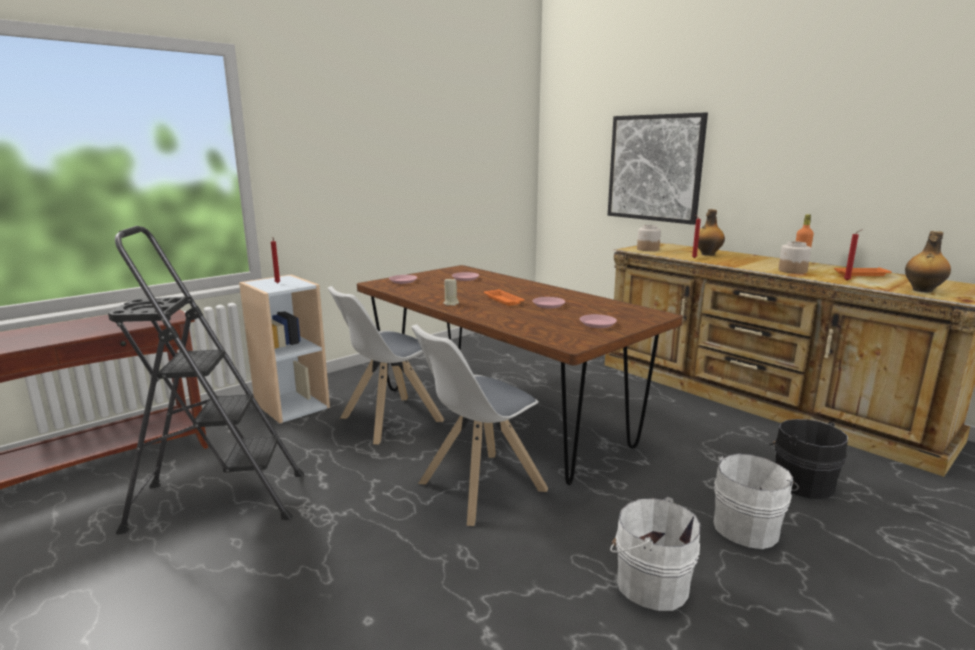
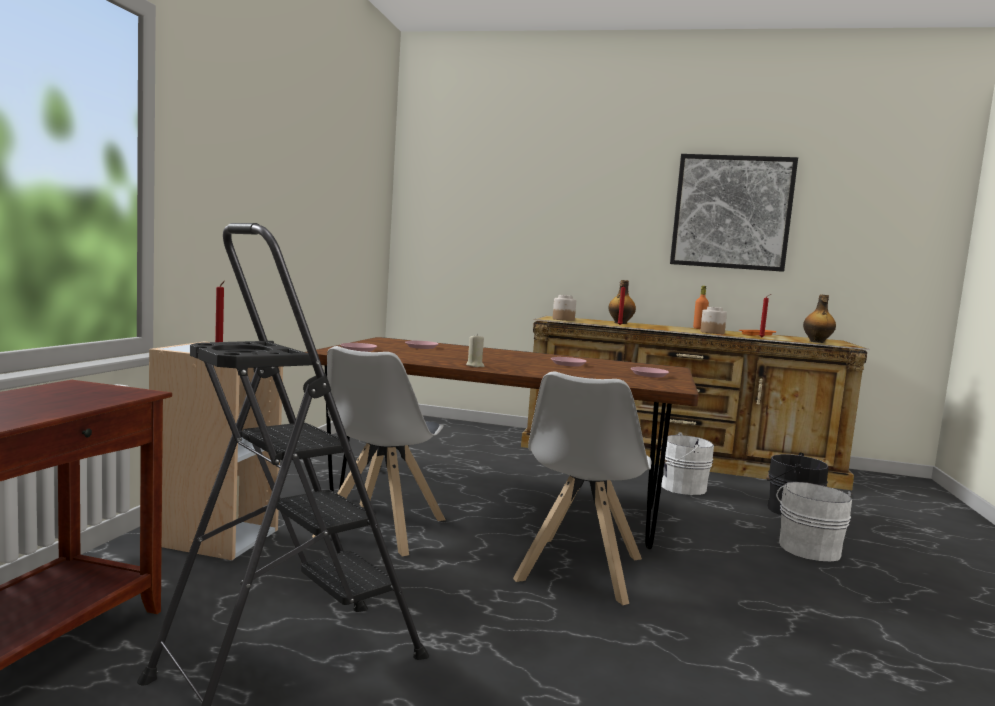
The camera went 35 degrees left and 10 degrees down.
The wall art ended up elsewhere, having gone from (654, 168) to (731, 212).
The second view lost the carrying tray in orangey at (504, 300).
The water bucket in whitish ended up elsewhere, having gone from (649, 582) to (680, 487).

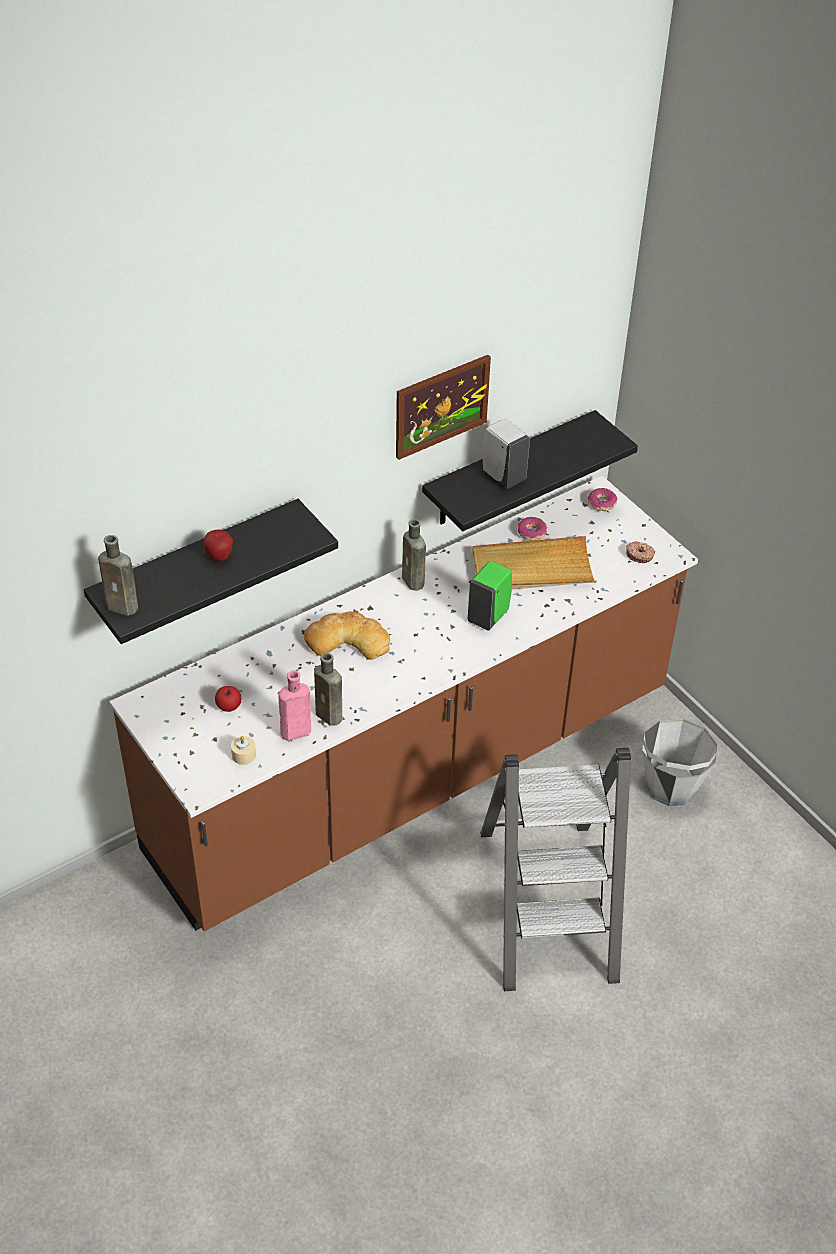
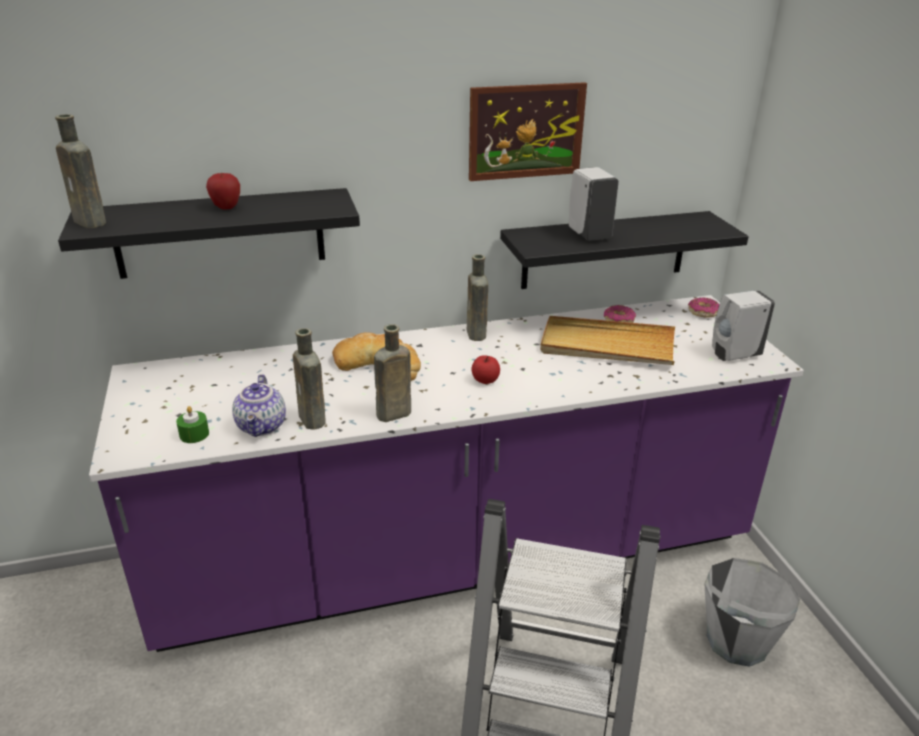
The camera went 20 degrees right and 15 degrees down.
What was the kitchen counter in brown-coloured at (413, 774) turned into the kitchen counter in purplish at (457, 558).
Where the ring doughnut stood at (639, 555), the liquid soap bottle in whitish came to stand at (733, 355).
The second view lost the liquid soap bottle in greenish at (489, 616).
Where the drink bottle in pink stood at (293, 733), the pot for tea came to stand at (262, 426).
The apple ended up elsewhere, having gone from (228, 706) to (485, 380).
What was the wax light in sand-coloured at (243, 755) turned into the wax light in greenish at (194, 434).
The second view gained the drink bottle in brown-coloured at (391, 415).

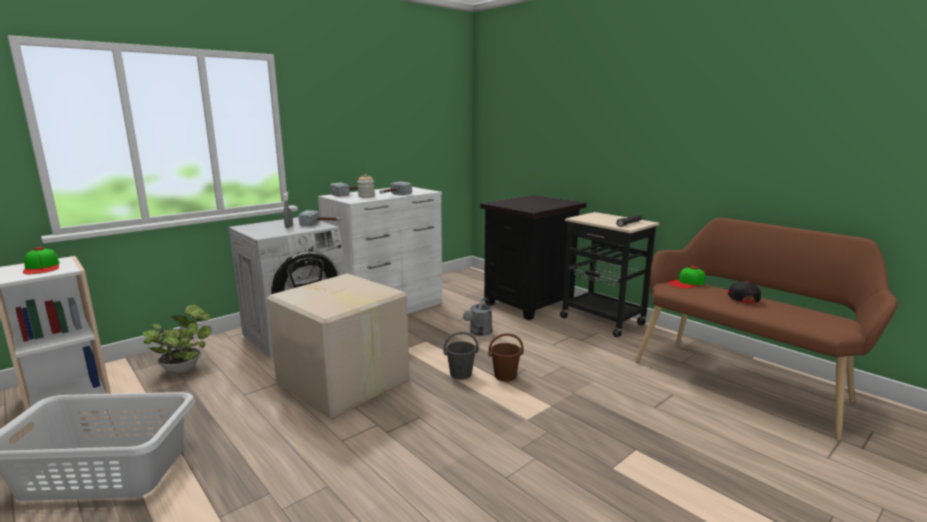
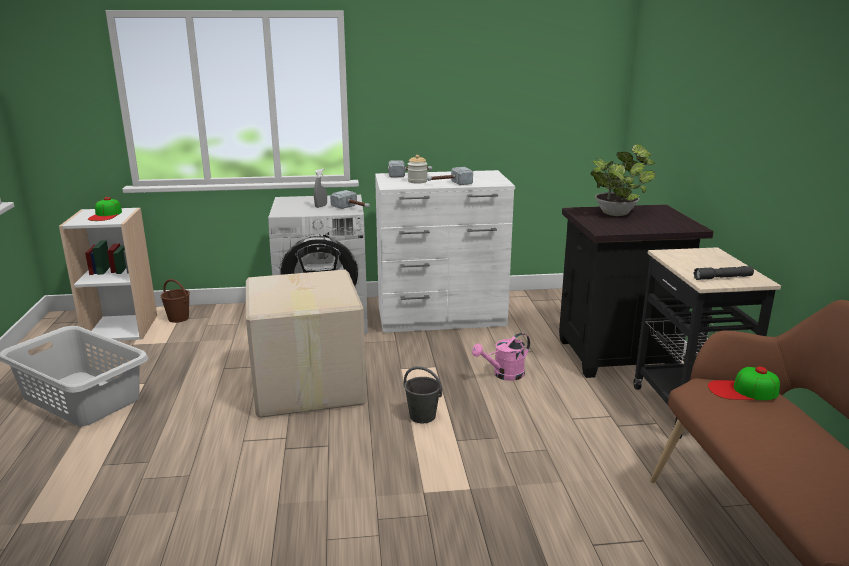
The camera went 35 degrees right and 5 degrees up.
The second view lost the cap in blackish at (741, 297).
What was the watering can in gray at (479, 332) turned into the watering can in pink at (504, 375).
The potted plant ended up elsewhere, having gone from (184, 368) to (617, 213).
The water bucket in brown-coloured ended up elsewhere, having gone from (505, 376) to (178, 318).

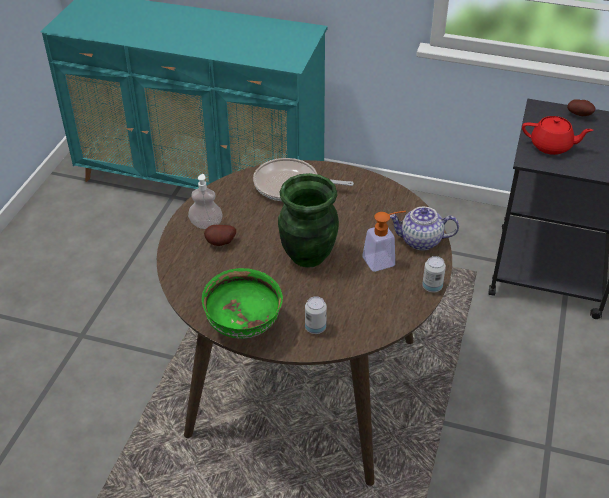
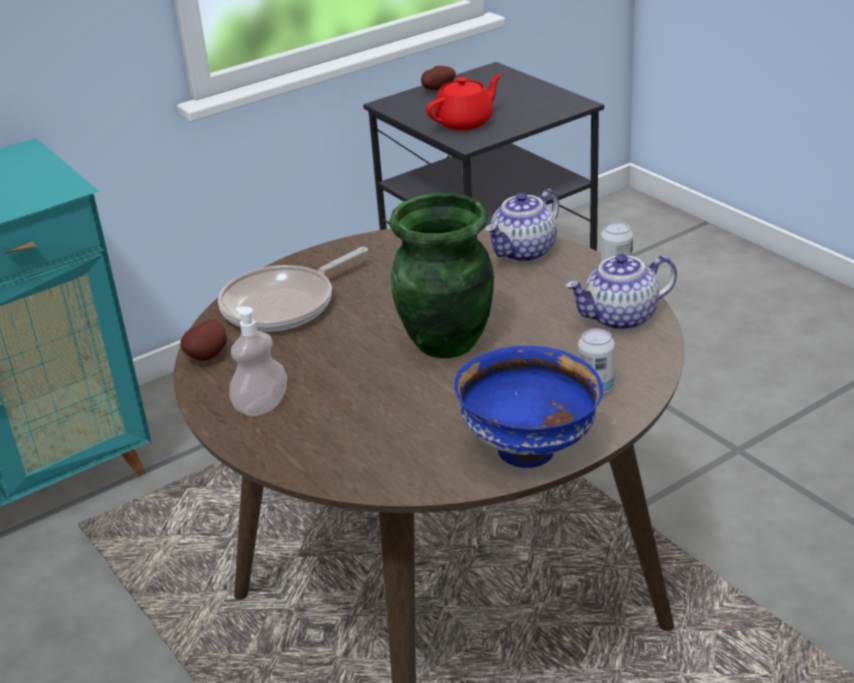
The camera went 50 degrees left and 10 degrees down.
The second view lost the liquid soap bottle at (384, 260).
The whole potato ended up elsewhere, having gone from (221, 243) to (210, 356).
What was the serving bowl in greenish at (244, 328) turned into the serving bowl in bluish at (529, 450).
The second view gained the pot for tea at (620, 318).

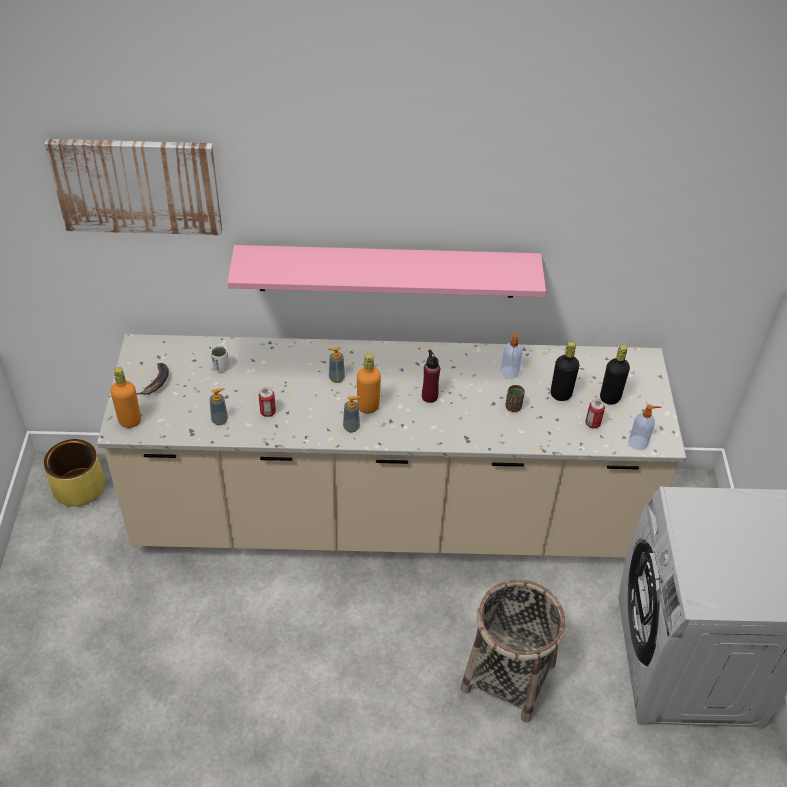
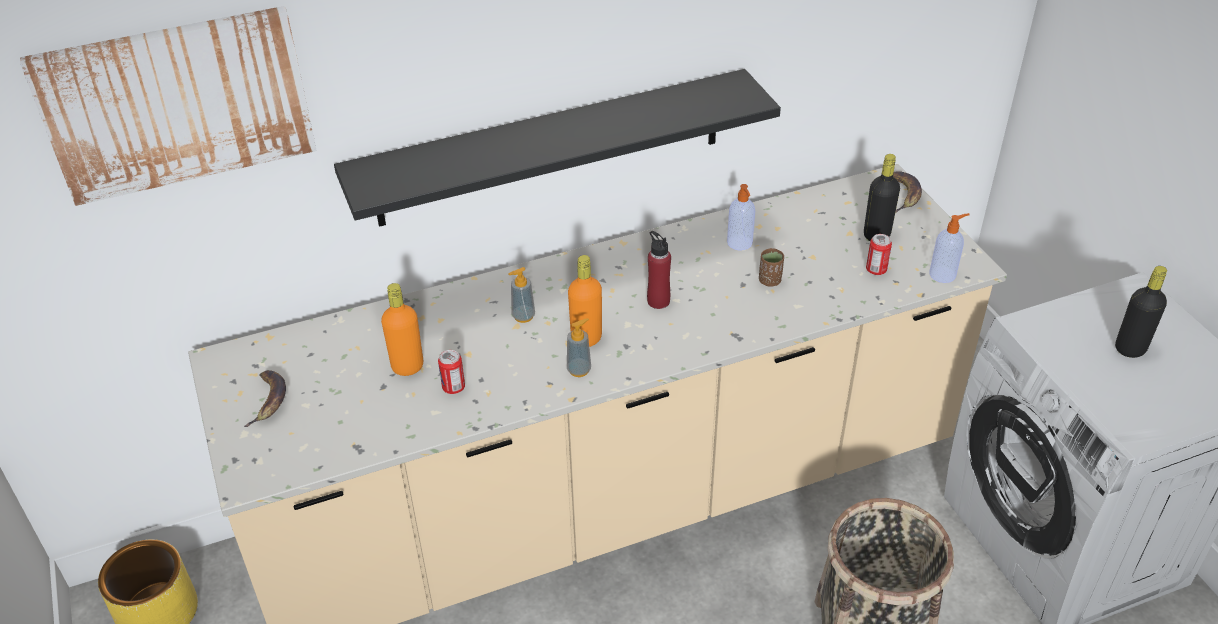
The camera went 20 degrees left and 5 degrees down.
What was the shelf in pink at (387, 271) turned into the shelf in blackish at (551, 148).
The drink bottle in blackish ended up elsewhere, having gone from (560, 394) to (1130, 349).
The second view lost the drinking cup in whitish at (221, 367).
The drink bottle in orangey ended up elsewhere, having gone from (130, 421) to (407, 366).
The second view lost the liquid soap bottle at (219, 420).
The second view gained the banana at (903, 194).

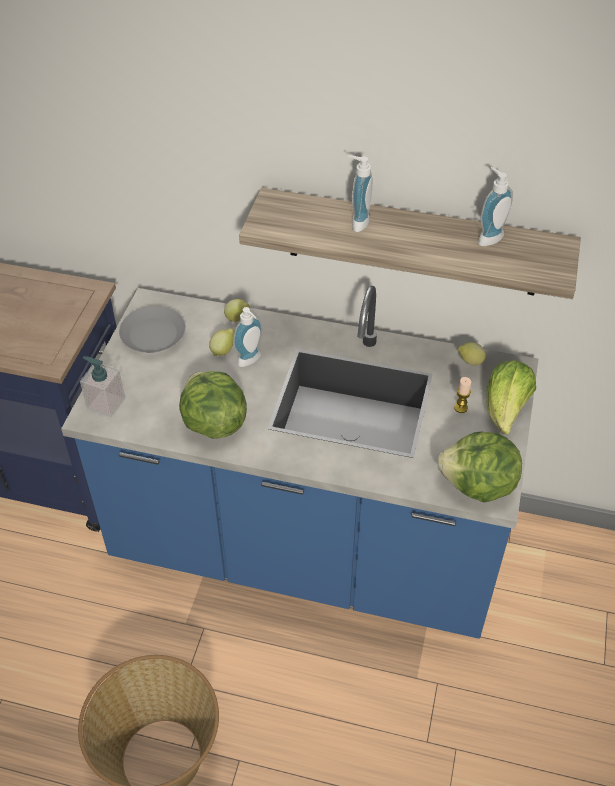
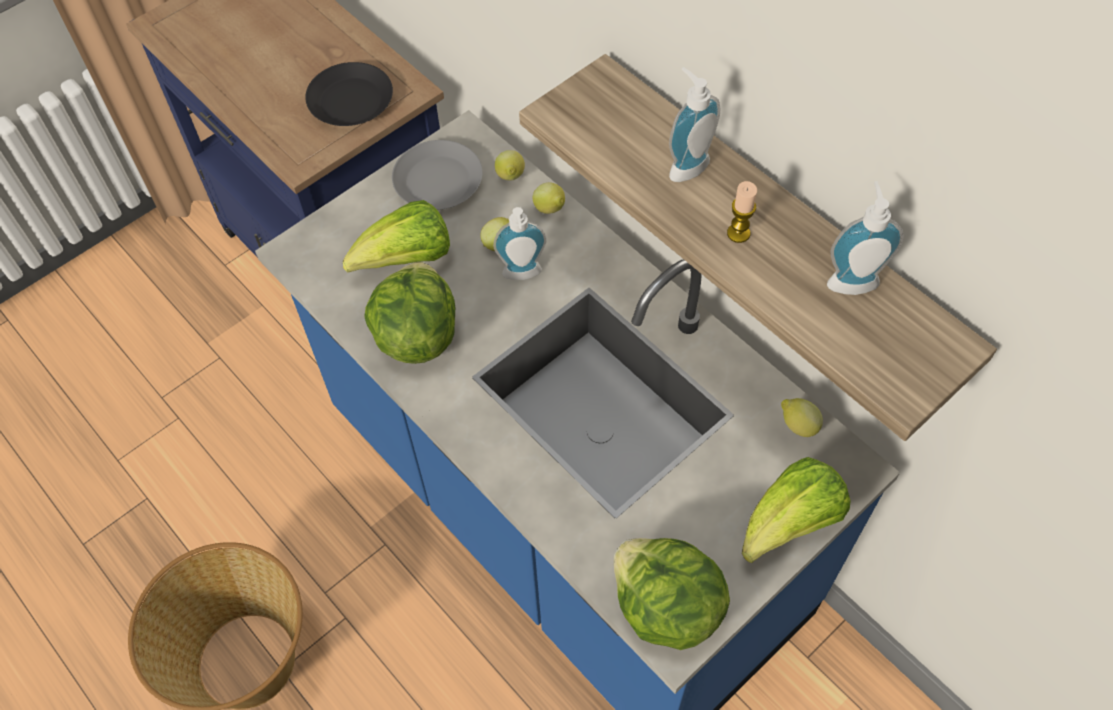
The camera went 35 degrees right and 10 degrees up.
The second view lost the liquid soap bottle at (106, 403).
The wax light ended up elsewhere, having gone from (460, 407) to (738, 233).
The second view gained the flat dish in blackish at (350, 102).
The second view gained the whole lemon at (510, 177).
The second view gained the lettuce head at (407, 260).

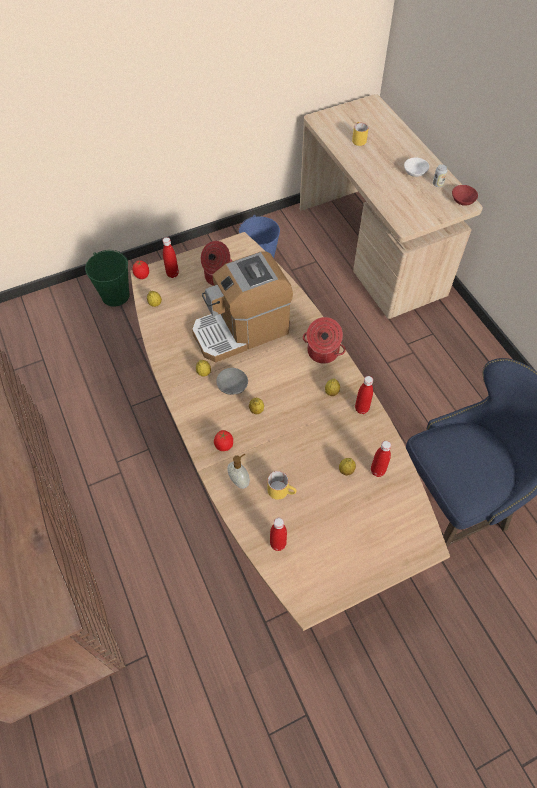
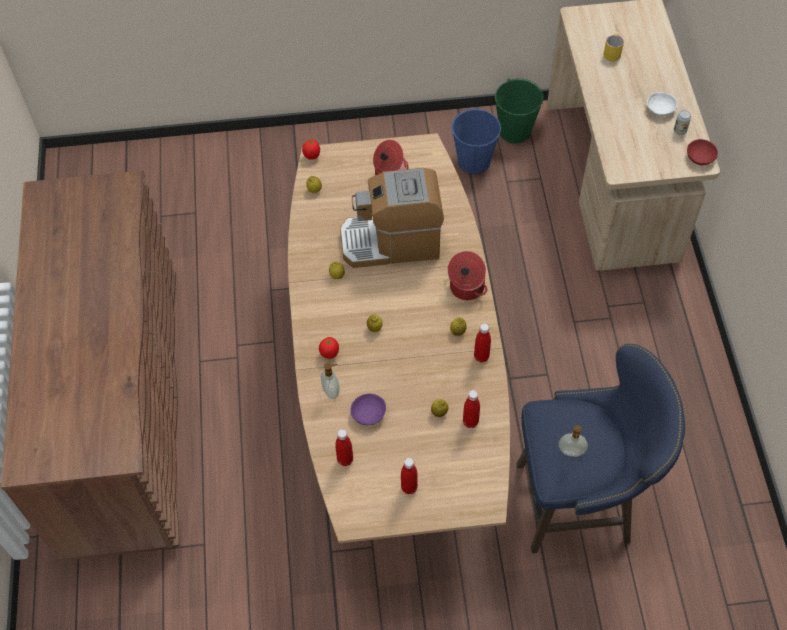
The camera went 20 degrees right and 0 degrees up.
The drink bottle in red-coloured ended up elsewhere, having gone from (172, 274) to (409, 487).
The water bucket in greenish ended up elsewhere, having gone from (115, 295) to (514, 131).
The second view lost the serving bowl in gray at (233, 385).
Where the coffee mug in yellow stood at (282, 491), the serving bowl in purplish came to stand at (368, 412).
The second view gained the liquid soap bottle at (571, 452).

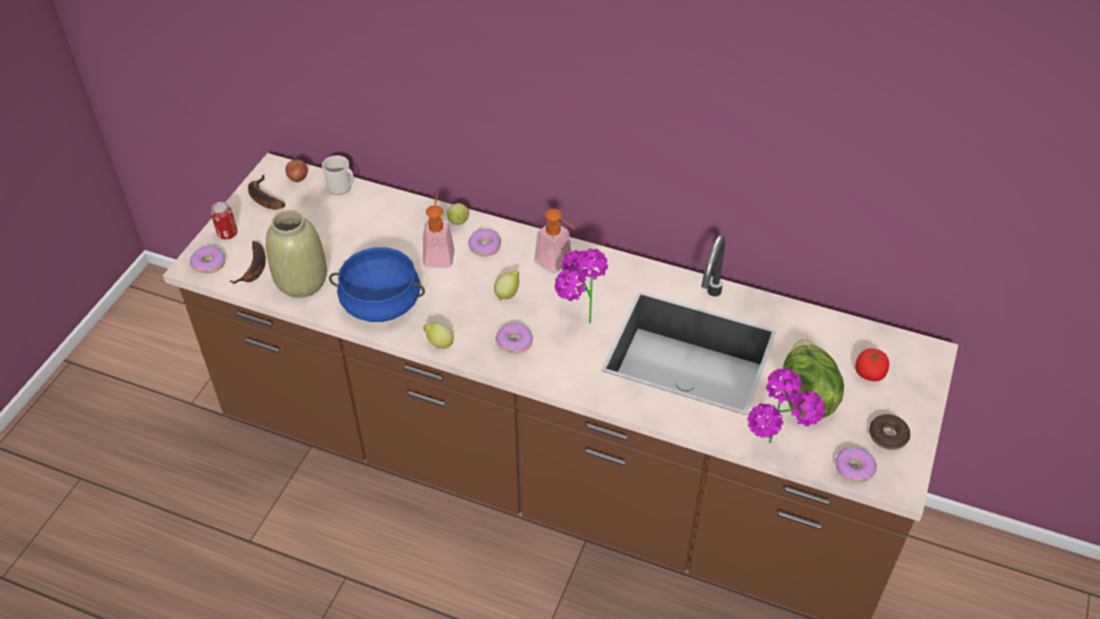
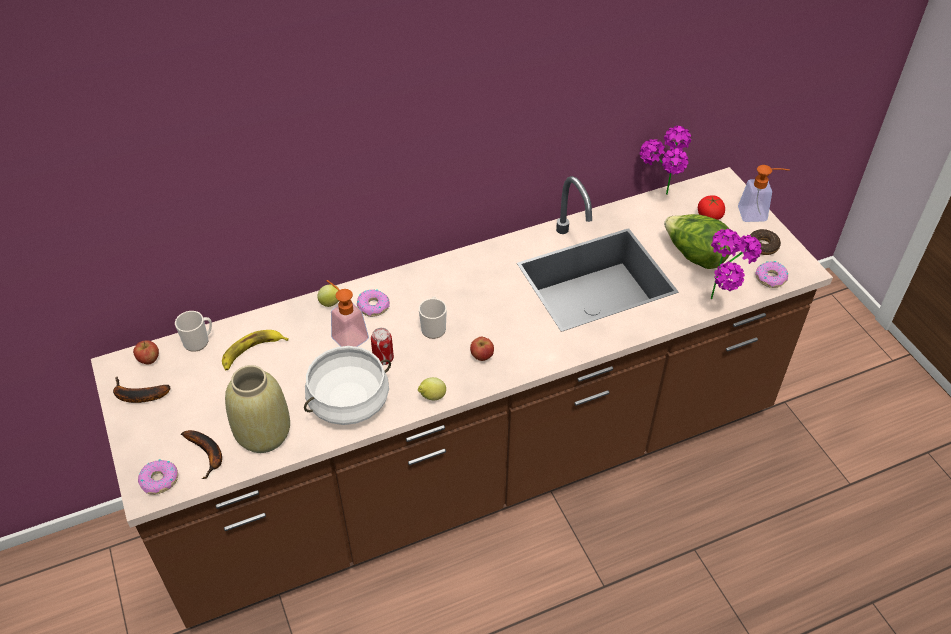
The camera went 45 degrees left and 0 degrees up.
The metal can ended up elsewhere, having gone from (227, 234) to (383, 358).
The liquid soap bottle ended up elsewhere, having gone from (558, 265) to (757, 214).
What was the stockpot in bluish at (380, 303) turned into the stockpot in whitish at (349, 402).
The potted plant ended up elsewhere, having gone from (577, 322) to (660, 198).
Where the whole lemon stood at (508, 293), the coffee mug came to stand at (433, 327).
Where the ring doughnut stood at (514, 342), the apple came to stand at (482, 356).
The second view gained the banana at (252, 352).

